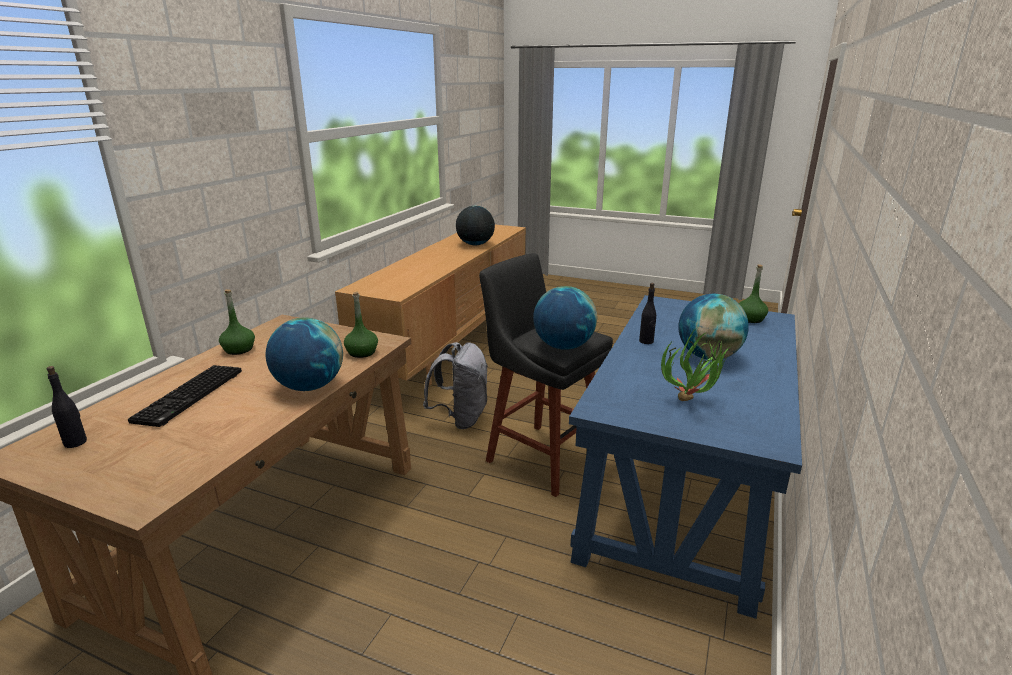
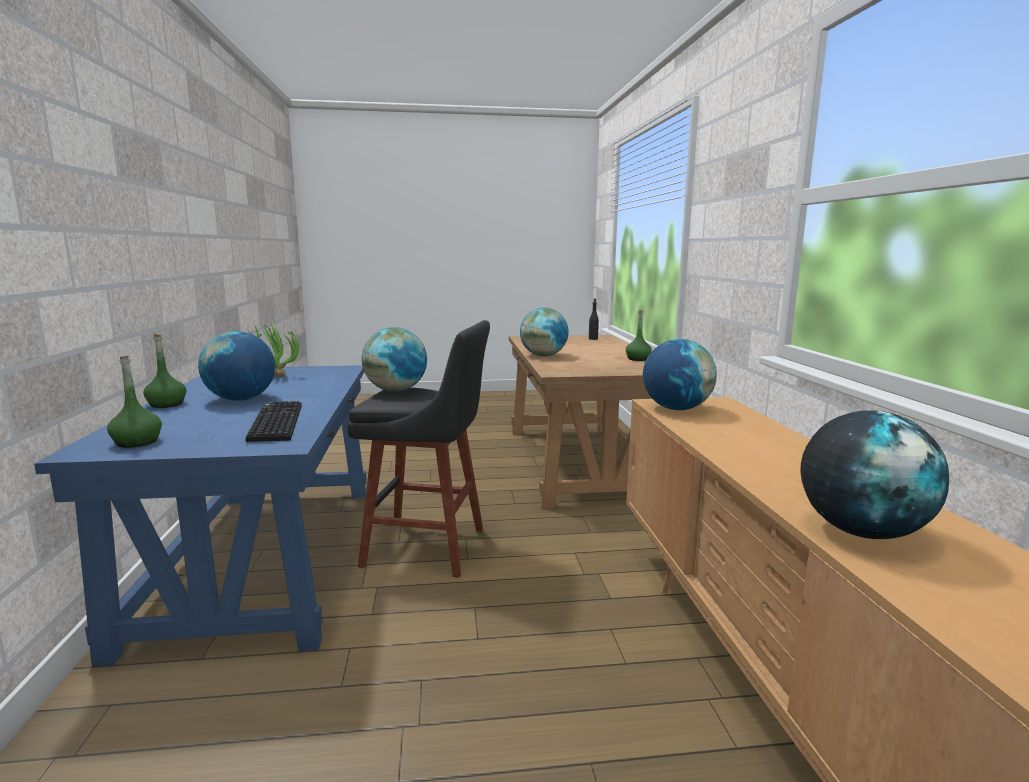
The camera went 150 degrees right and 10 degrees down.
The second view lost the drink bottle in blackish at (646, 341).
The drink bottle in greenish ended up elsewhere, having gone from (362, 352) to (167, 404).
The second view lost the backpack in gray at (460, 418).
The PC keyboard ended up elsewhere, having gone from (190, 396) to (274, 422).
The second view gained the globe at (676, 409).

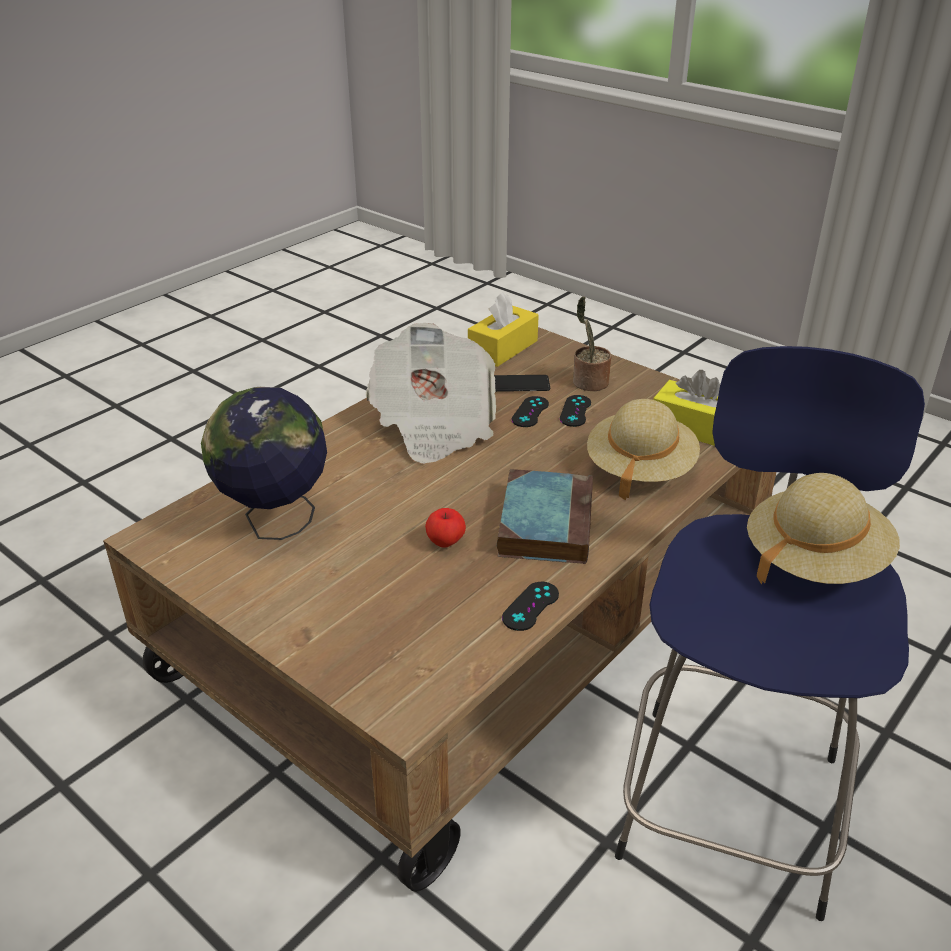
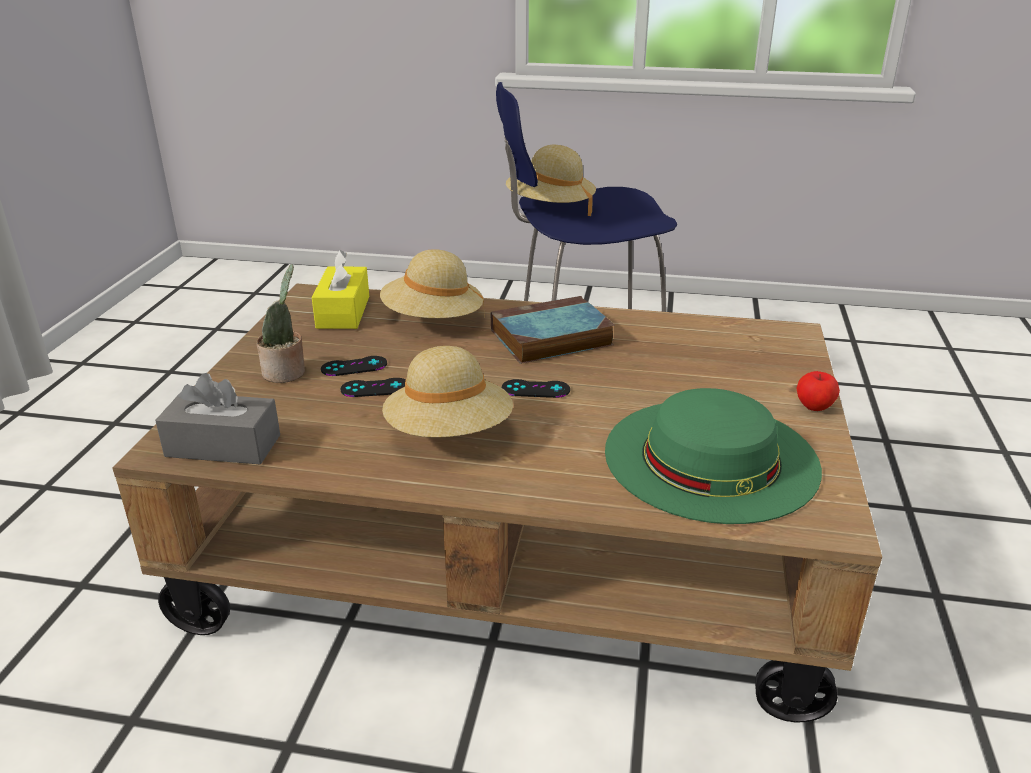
The camera went 120 degrees left and 5 degrees down.
What was the tissue box in yellow at (503, 348) turned into the tissue box in gray at (223, 446).
Where the printed paper stood at (433, 424), the clothing hat in sand-coloured came to stand at (449, 433).
The second view lost the handset at (519, 384).
Where the globe stood at (275, 523), the clothing hat in greenish came to stand at (711, 458).
The apple ended up elsewhere, having gone from (445, 542) to (814, 406).
The gamepad in blackish ended up elsewhere, having gone from (530, 606) to (535, 389).

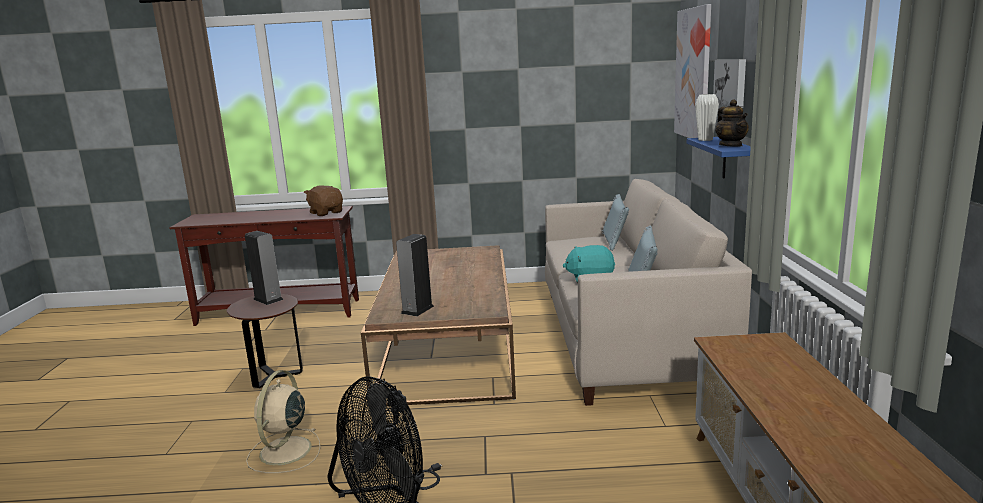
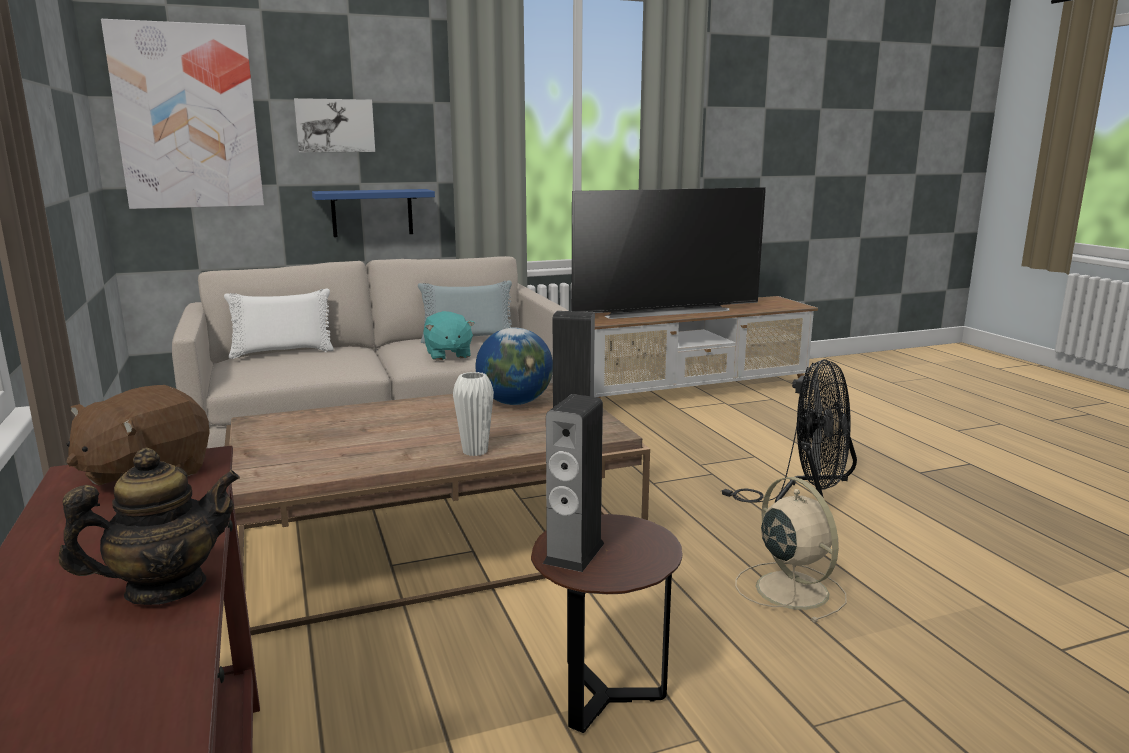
The camera went 110 degrees left and 0 degrees up.
The decorative vase in whitish ended up elsewhere, having gone from (705, 140) to (475, 451).
The pot for tea ended up elsewhere, having gone from (731, 145) to (165, 588).
What was the throw pillow in bluish at (615, 241) turned into the throw pillow in whitish at (282, 352).
The electric fan in sand-coloured at (284, 452) ended up facing another way, 105 degrees counterclockwise from before.
The second view gained the TV at (664, 311).
The second view gained the globe at (515, 403).

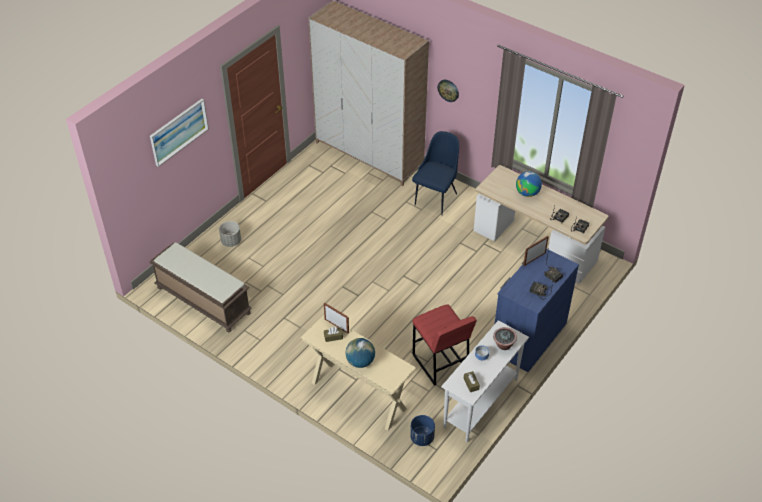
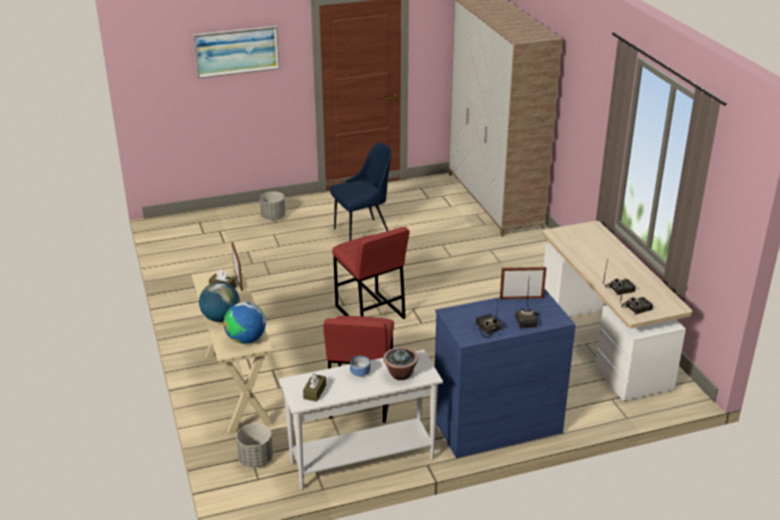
The camera went 35 degrees right and 15 degrees down.
The second view lost the clock on the wall at (448, 90).
The chair in bluish ended up elsewhere, having gone from (436, 199) to (362, 232).
The globe ended up elsewhere, having gone from (527, 193) to (246, 339).
The second view lost the indoor bench in brown-coloured at (202, 300).
What was the plant pot in bluish at (422, 438) turned into the plant pot in gray at (255, 459).
The second view gained the chair in red-coloured at (371, 313).

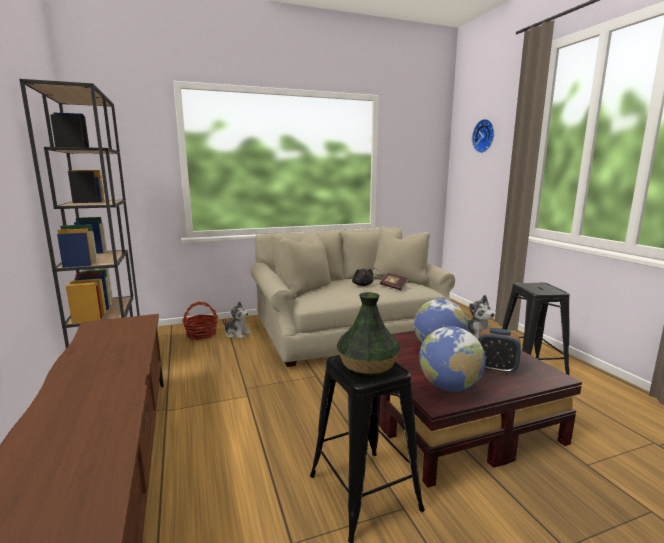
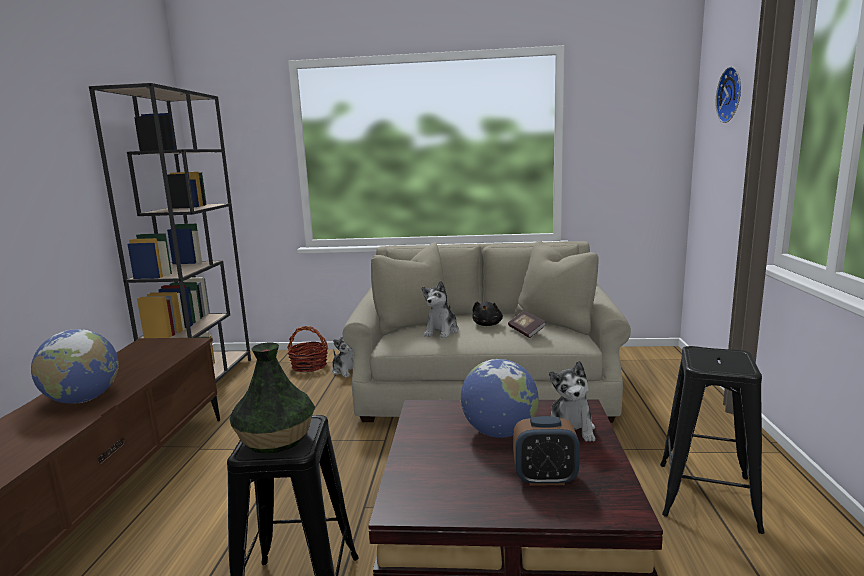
The camera went 25 degrees right and 0 degrees up.
The globe ended up elsewhere, having gone from (449, 387) to (83, 400).
The bedside clock at (496, 369) ended up facing another way, 45 degrees counterclockwise from before.
The second view gained the cuddly toy at (441, 331).

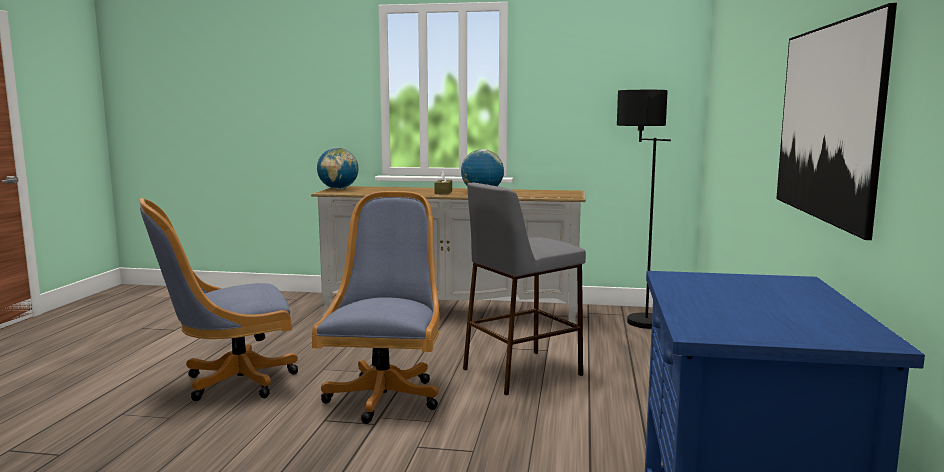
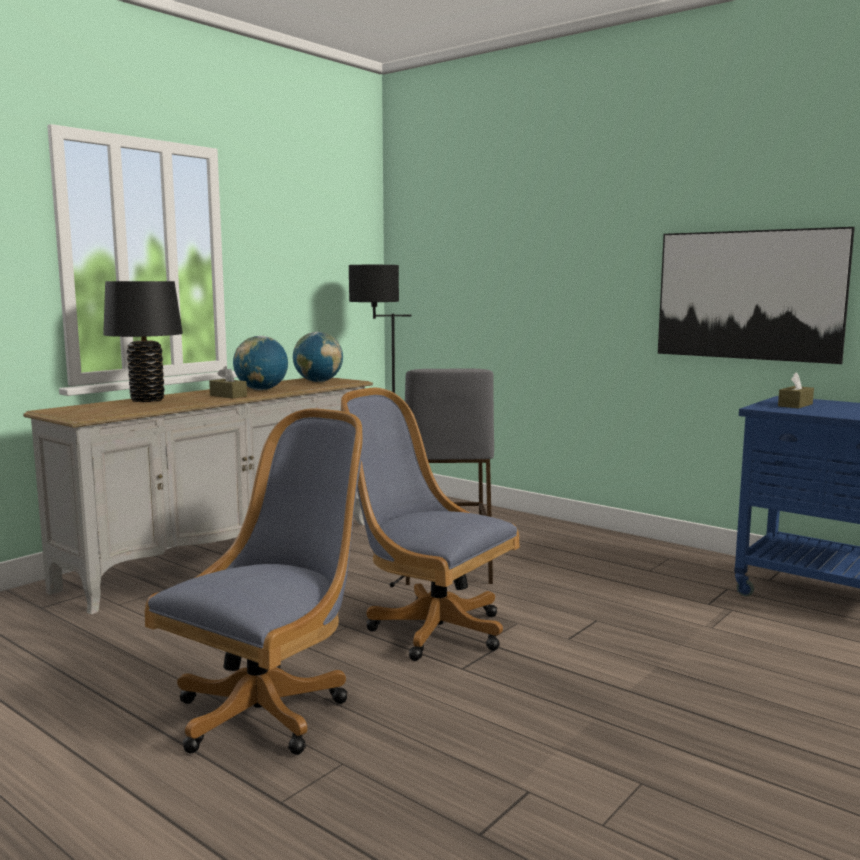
The camera went 60 degrees left and 0 degrees up.
The globe ended up elsewhere, having gone from (338, 189) to (318, 382).
The office chair in bluish at (229, 383) ended up facing another way, 150 degrees counterclockwise from before.
The second view gained the table lamp in blackish at (147, 400).
The second view gained the tissue box in brown-coloured at (795, 405).

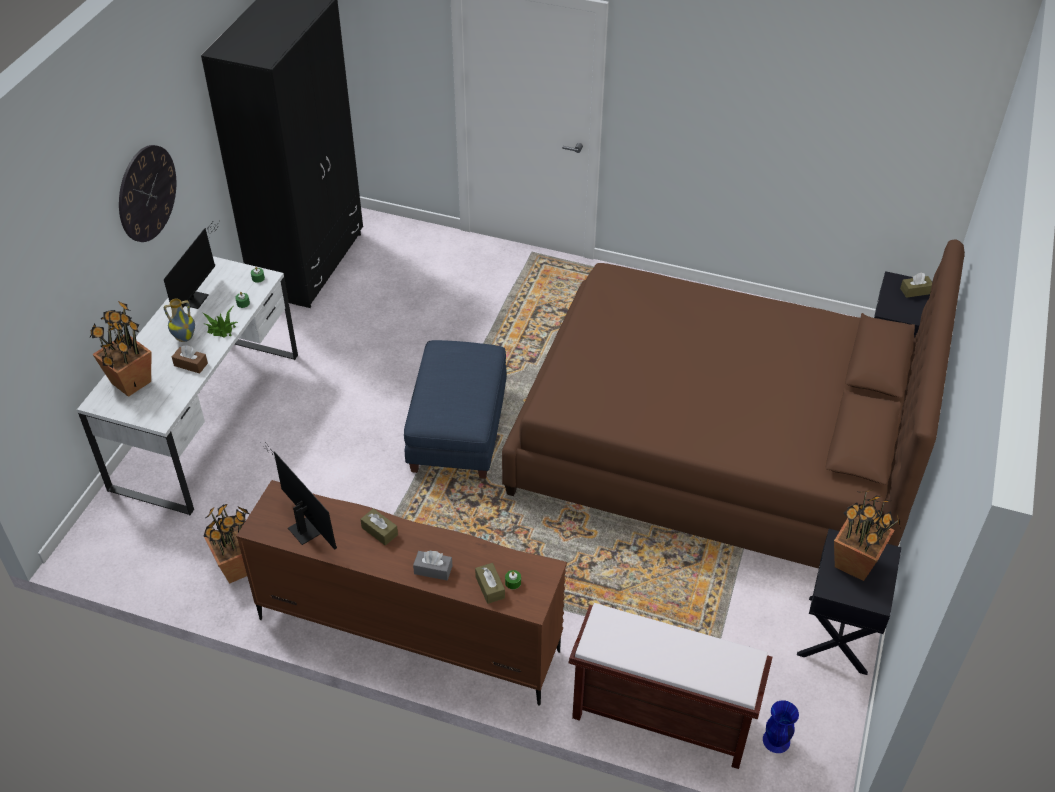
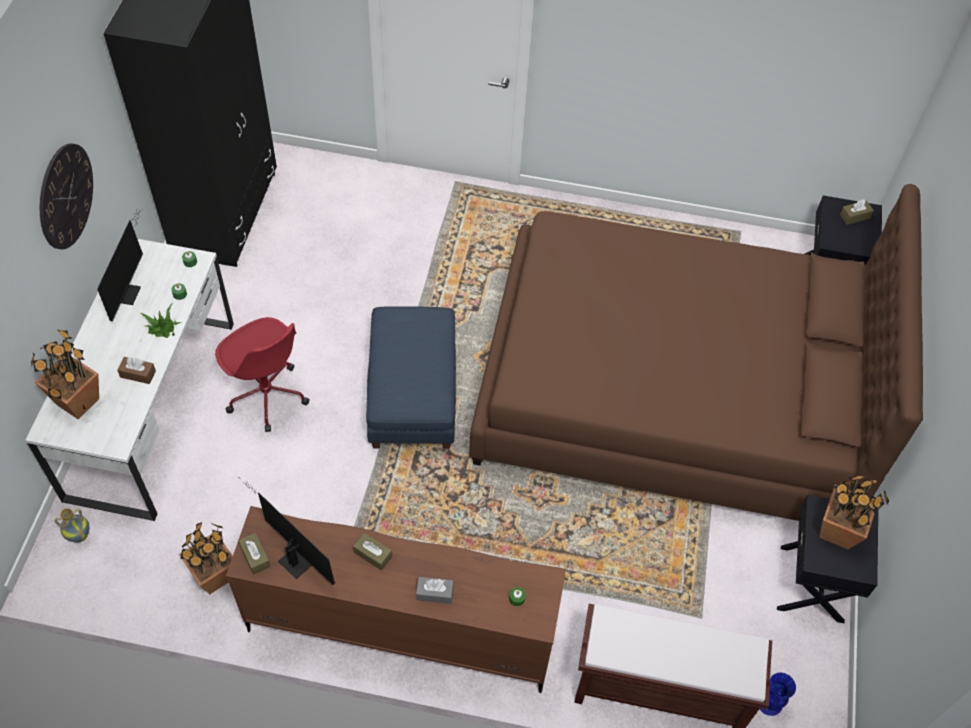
The camera went 10 degrees left and 10 degrees up.
The decorative vase ended up elsewhere, having gone from (184, 337) to (79, 535).
The tissue box in brown-coloured ended up elsewhere, having gone from (490, 587) to (255, 556).
The second view gained the office chair in red-coloured at (269, 398).

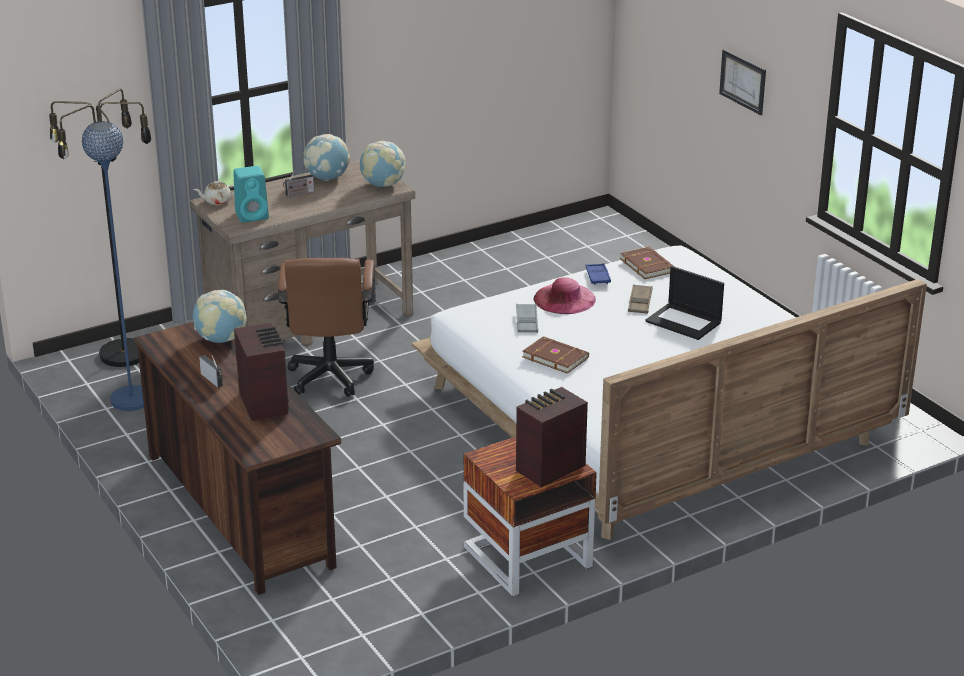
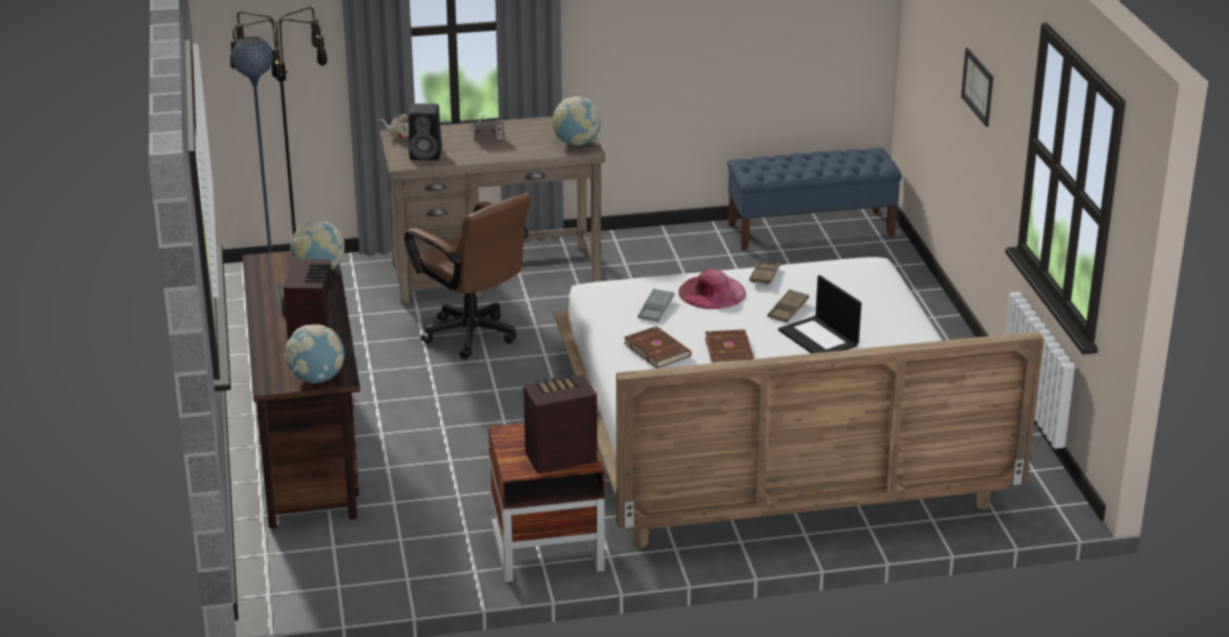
The camera went 20 degrees right and 0 degrees up.
The globe ended up elsewhere, having gone from (327, 178) to (317, 379).
What was the loudspeaker in blue-green at (253, 215) turned into the loudspeaker in blackish at (427, 154).
The volume in brown-coloured ended up elsewhere, having gone from (648, 265) to (730, 351).
The office chair in brown-coloured at (330, 380) ended up facing another way, 60 degrees counterclockwise from before.
What was the carrying tray in bluish at (597, 277) turned into the carrying tray in brown-coloured at (764, 275).
The second view gained the indoor bench in bluish at (811, 230).

